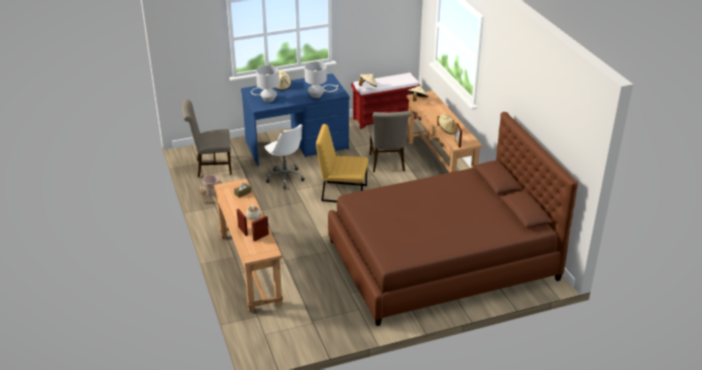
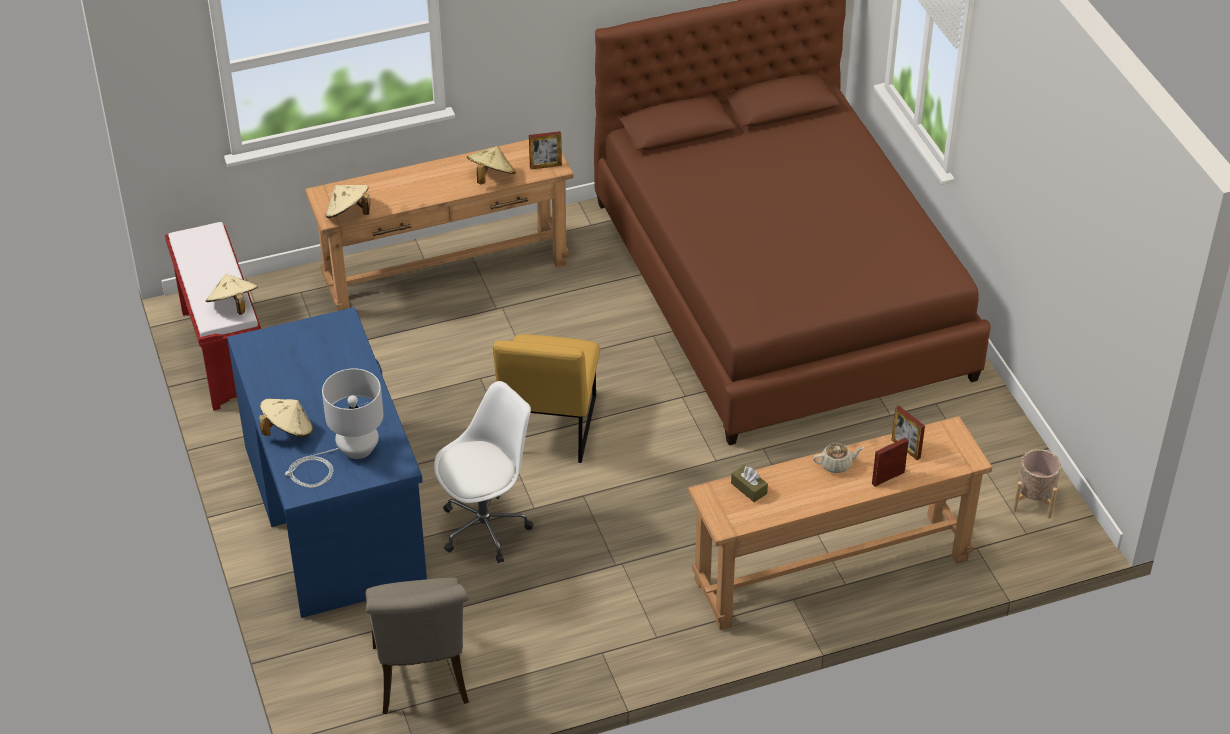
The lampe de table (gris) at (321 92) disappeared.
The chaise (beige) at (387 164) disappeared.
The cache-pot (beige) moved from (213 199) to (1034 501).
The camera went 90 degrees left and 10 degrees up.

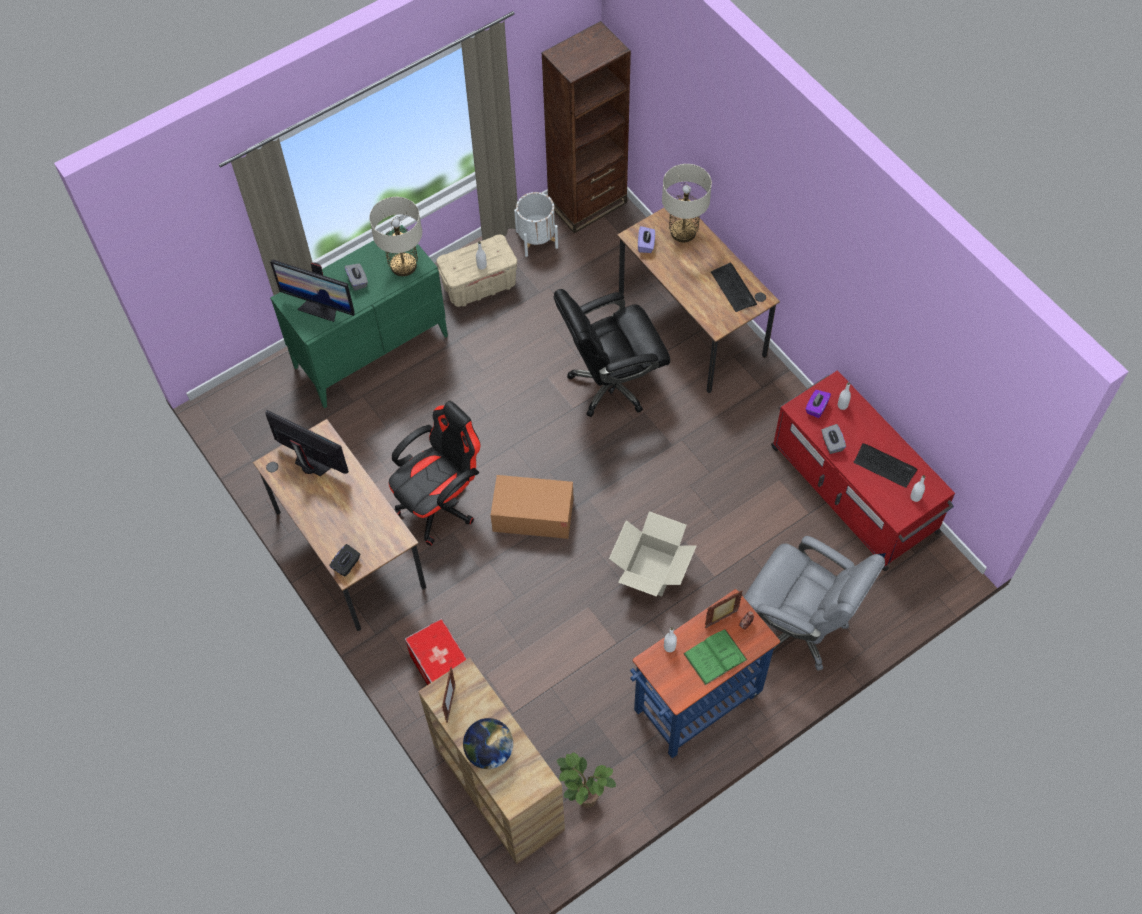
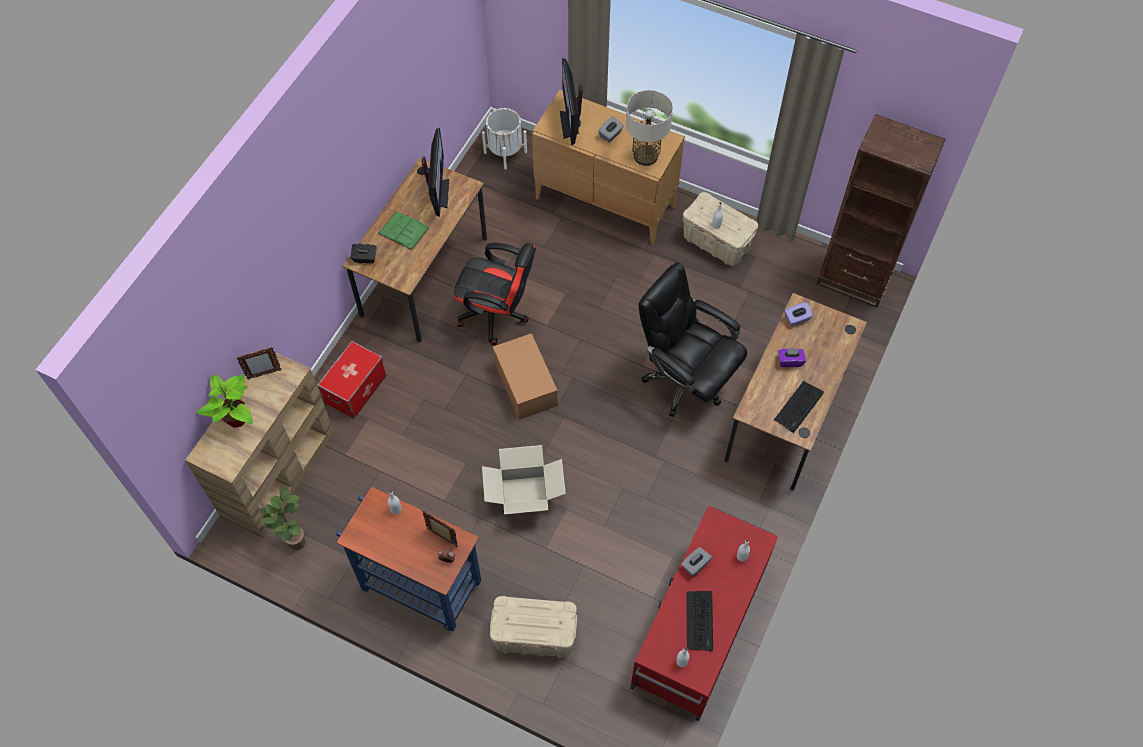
The lampe de table at (683 232) disappeared.
The cache-pot (blanc) moved from (537 239) to (505 152).
The meuble de rangement (vert) at (371 351) became the meuble de rangement (marron) at (605 202).
The boîte à mouchoirs (violet) moved from (816 408) to (790 361).
The chaise de bureau (gris) at (797 627) was replaced by the boîte de rangement (beige) at (534 636).
The livre (vert) moved from (715 657) to (403 231).
The globe at (489 751) was replaced by the plante en pot at (236 419).
The camera went 60 degrees right and 0 degrees up.

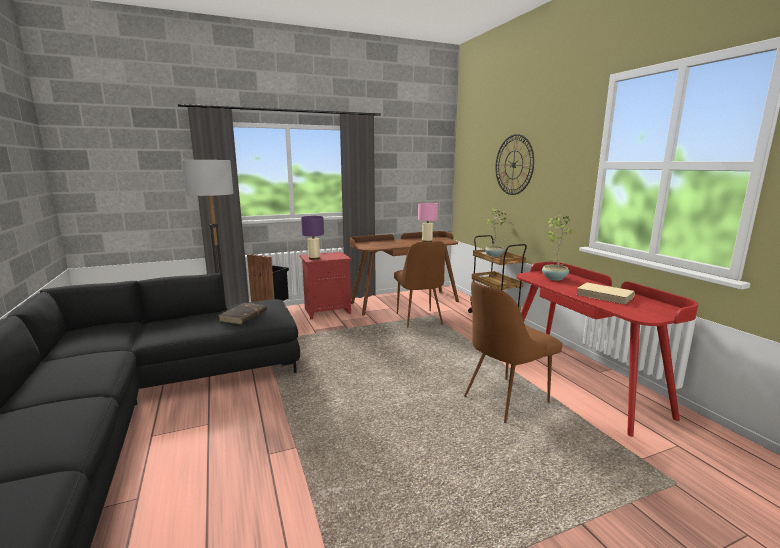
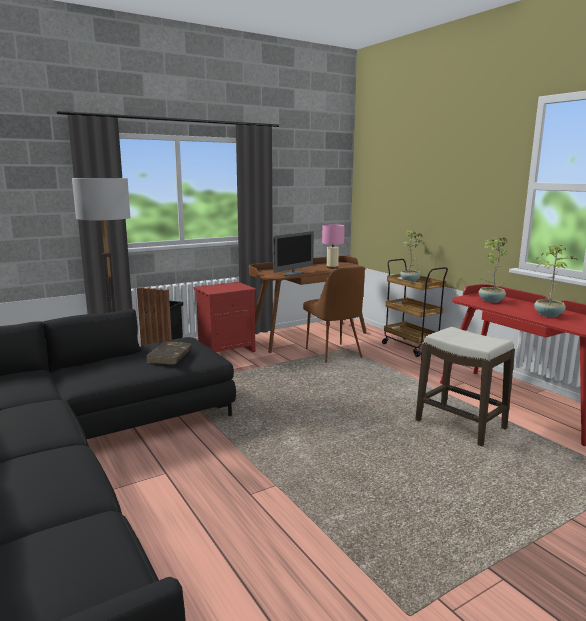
The horloge murale at (513 165) disappeared.
The lampe de table (violet) at (313 258) disappeared.
The chaise (marron) at (505 400) was replaced by the tabouret at (460 425).
The livre (beige) at (605 296) was replaced by the plante en pot at (548 315).
The écran d'ordinateur at (293 273) appeared.
The camera went 10 degrees left and 0 degrees up.

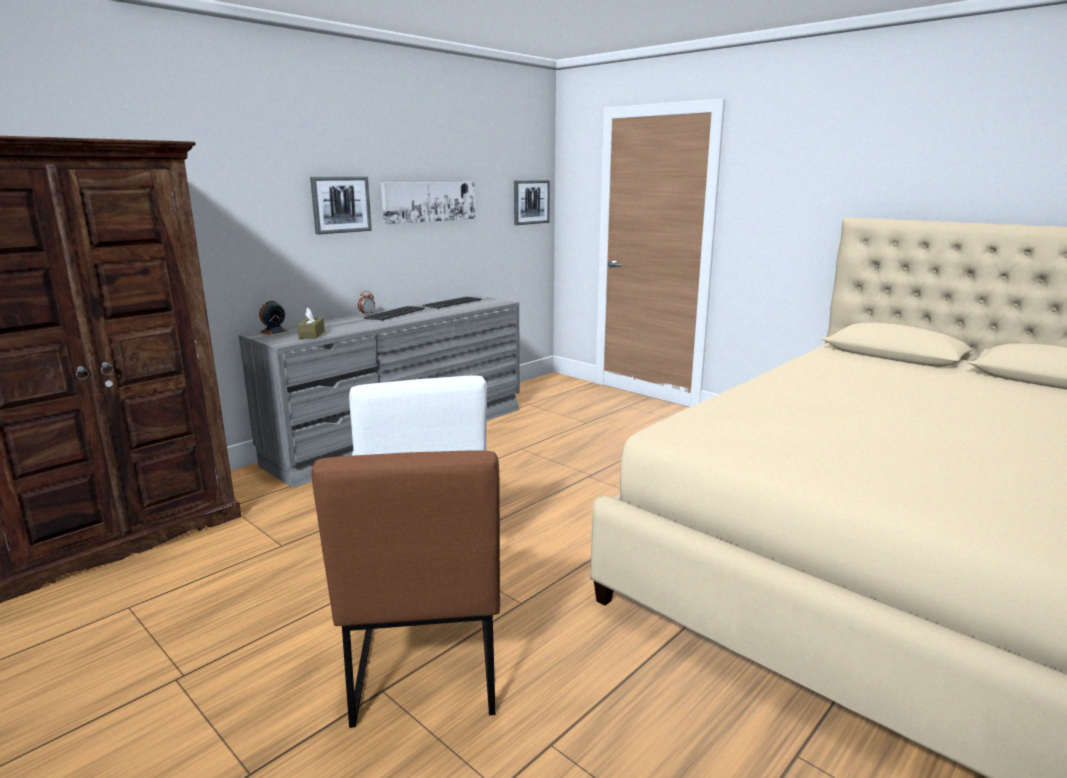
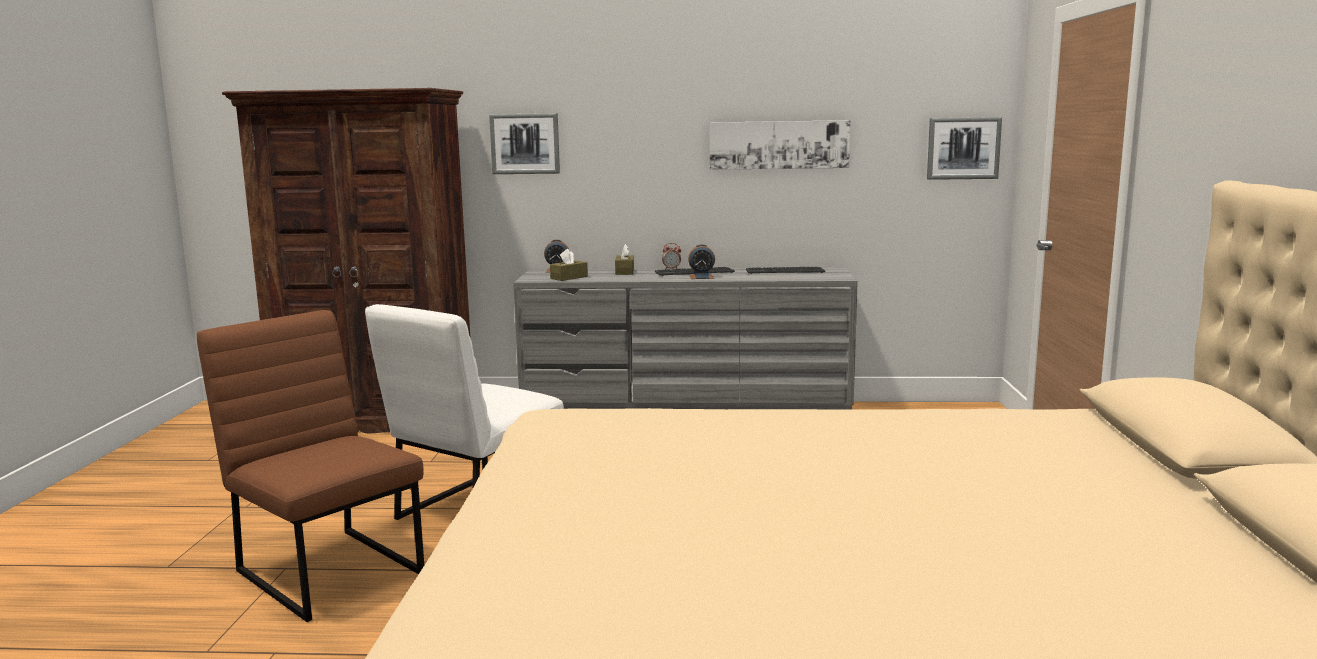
The tableau moved from (341 204) to (525 143).
The chaise (marron) at (424 666) turned 90 degrees clockwise.
The boîte à mouchoirs (marron) at (624 272) appeared.
The réveil at (701 277) appeared.
The camera went 50 degrees right and 5 degrees down.

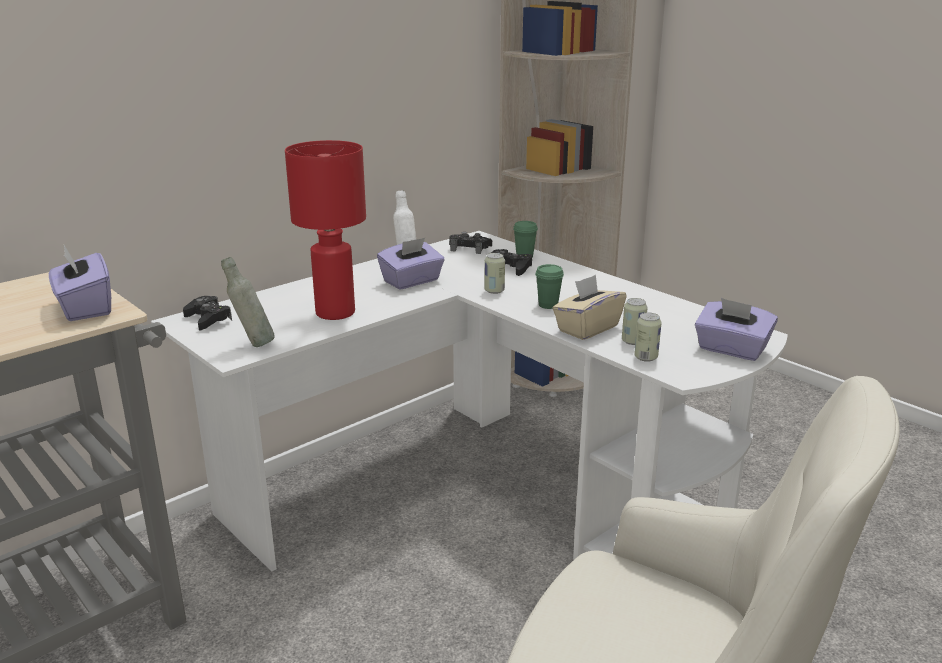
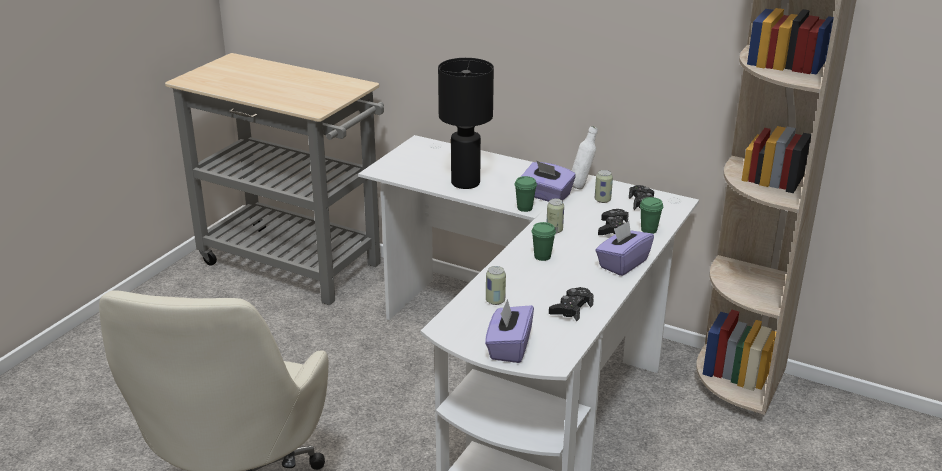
The lampe de table (rouge) at (336 313) became the lampe de table (noir) at (466 183).
The boîte à mouchoirs (violet) moved from (85 308) to (622 263).
The bouteille (gris) at (253 344) disappeared.
The boîte à mouchoirs (beige) at (587 328) disappeared.
The manette (noir) moved from (208 319) to (571 309).
The boîte métallique moved from (646 357) to (602 200).
The tasse (vert) at (524 208) appeared.
The camera went 70 degrees right and 5 degrees up.

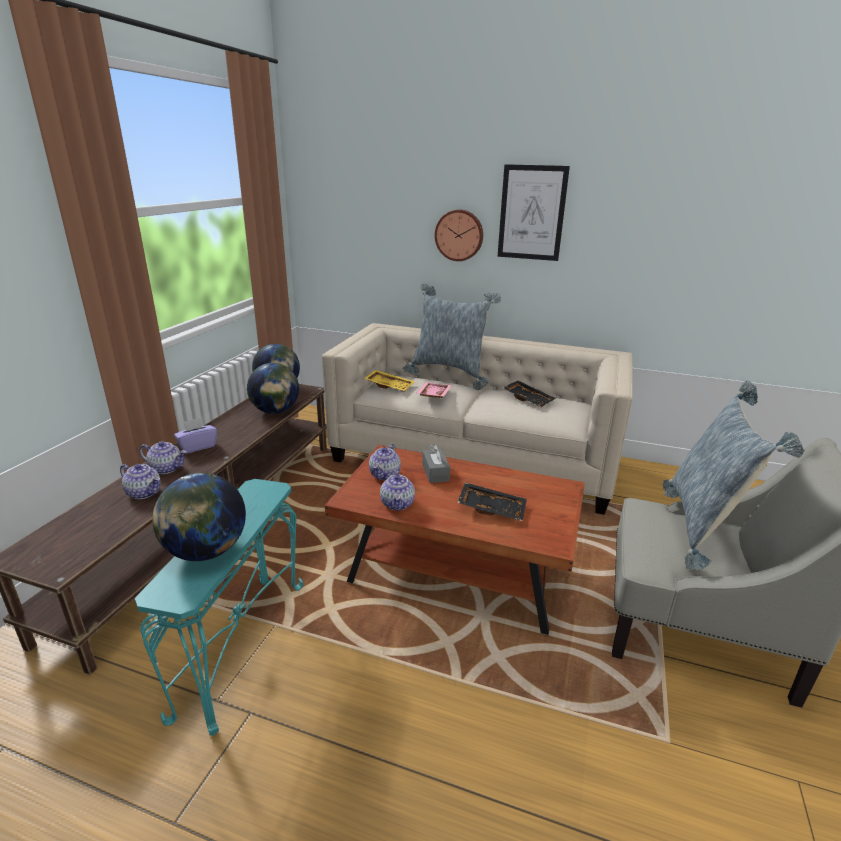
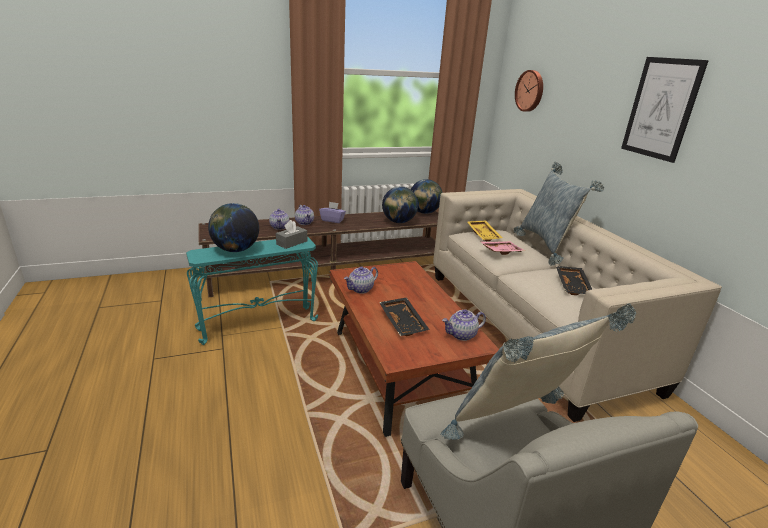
The horloge murale moved from (459 235) to (530 91).
The théière moved from (385 475) to (461 335).
The boîte à mouchoirs (gris) moved from (435 472) to (292 242).
The camera went 50 degrees right and 0 degrees up.

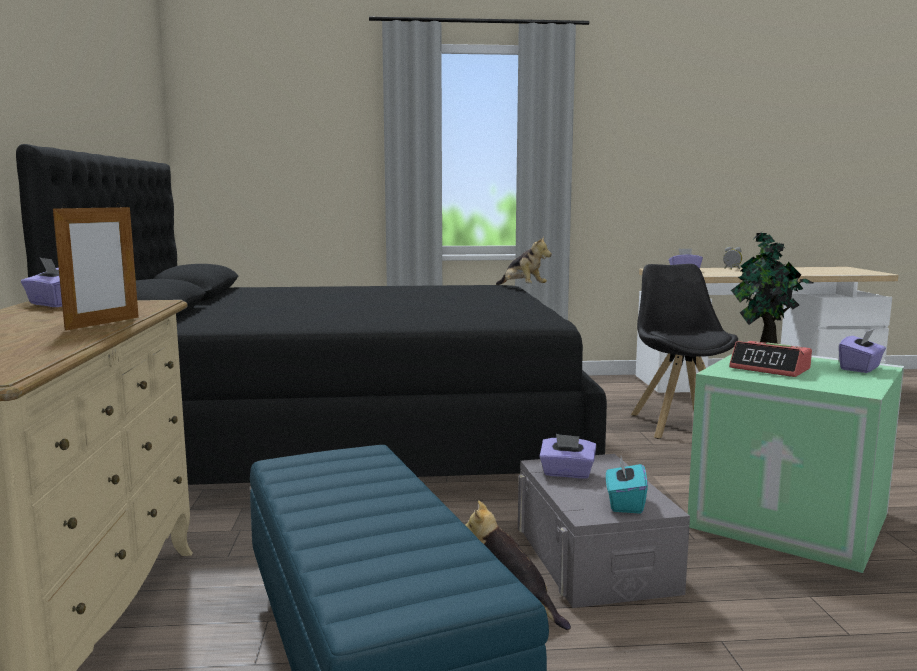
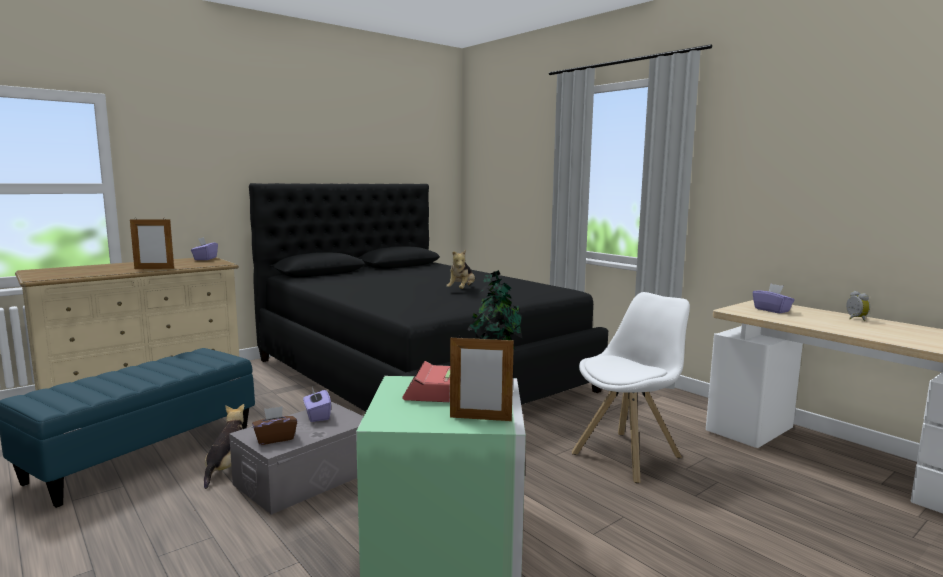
The peluche moved from (522 288) to (461 290).
The chaise (noir) at (679 424) became the chaise (blanc) at (627 455).
The boîte à mouchoirs (violet) at (860 368) was replaced by the cadre photo at (480 419).
The boîte à mouchoirs (turquoise) at (624 503) became the boîte à mouchoirs (marron) at (275 438).
The camera went 55 degrees right and 0 degrees up.

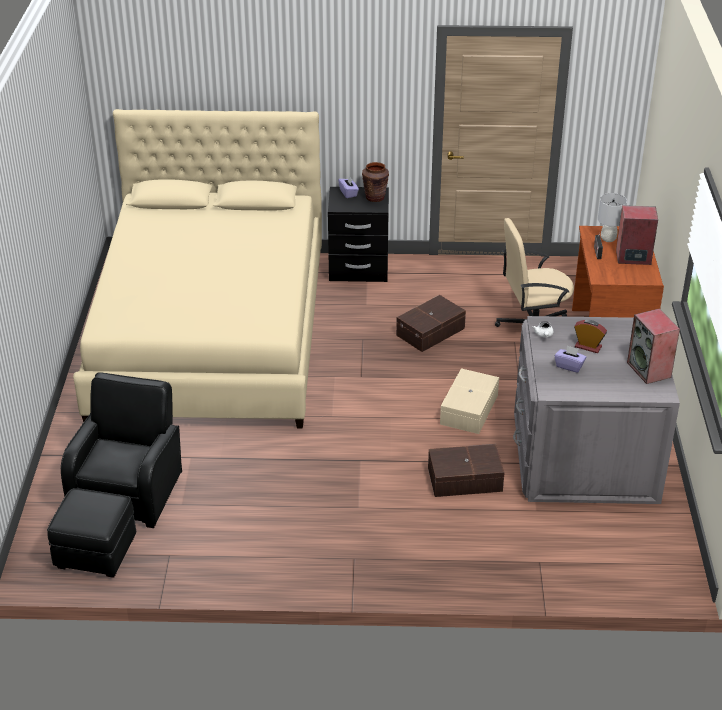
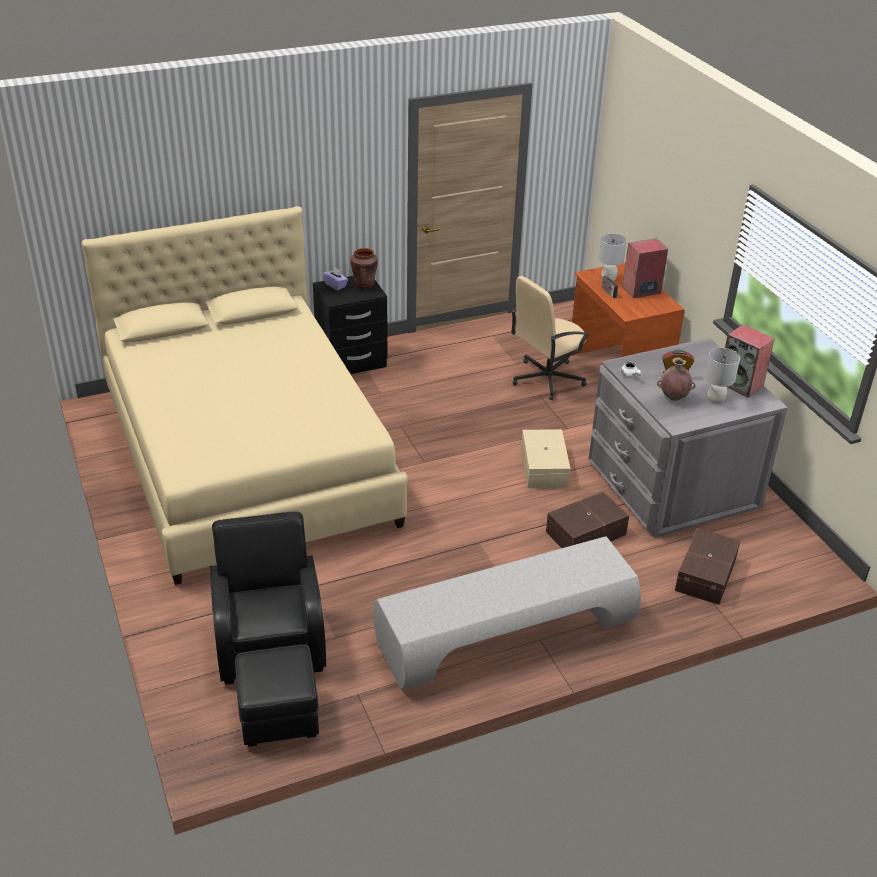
The boîte de rangement (marron) moved from (431 332) to (707 575).
The boîte à mouchoirs (violet) at (569 366) was replaced by the vase (marron) at (673 397).
The lampe de table (gris) at (716 400) appeared.
The banc (gris) at (505 632) appeared.
The camera went 25 degrees left and 0 degrees up.

